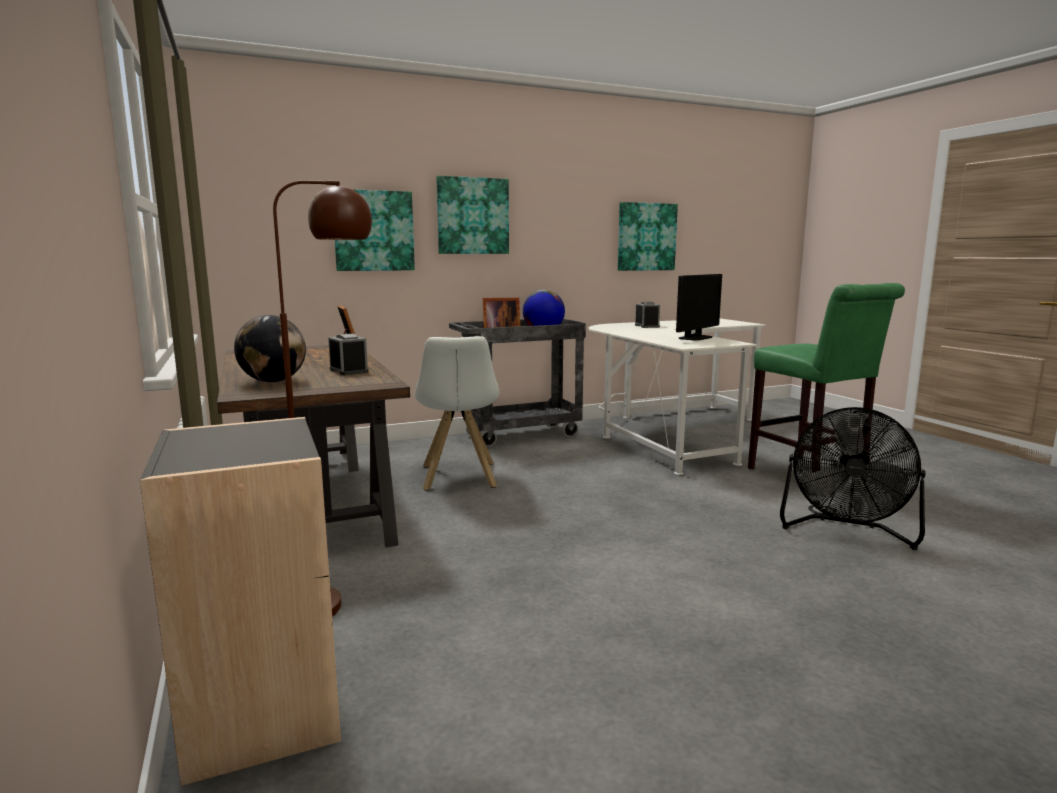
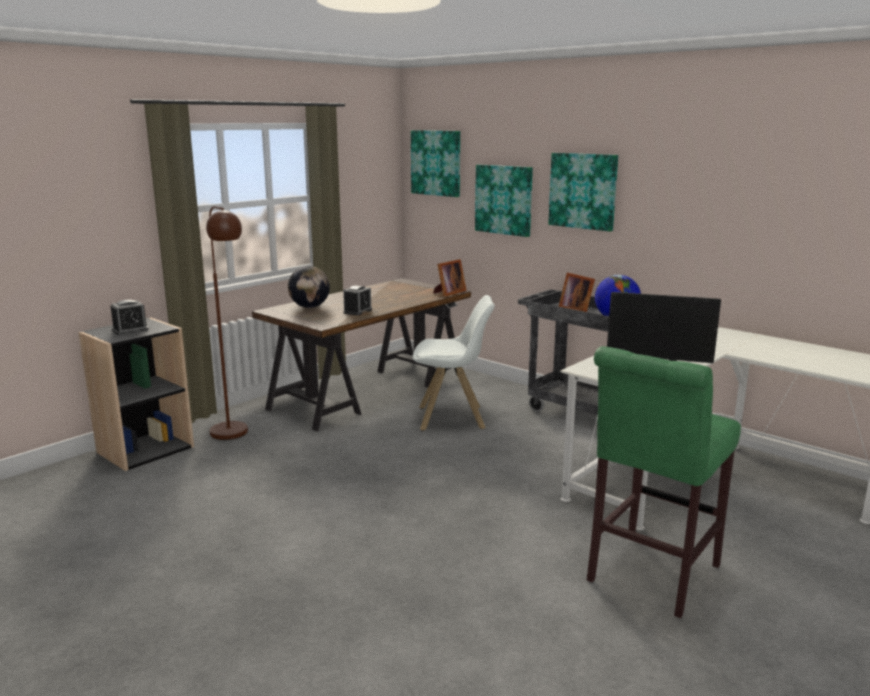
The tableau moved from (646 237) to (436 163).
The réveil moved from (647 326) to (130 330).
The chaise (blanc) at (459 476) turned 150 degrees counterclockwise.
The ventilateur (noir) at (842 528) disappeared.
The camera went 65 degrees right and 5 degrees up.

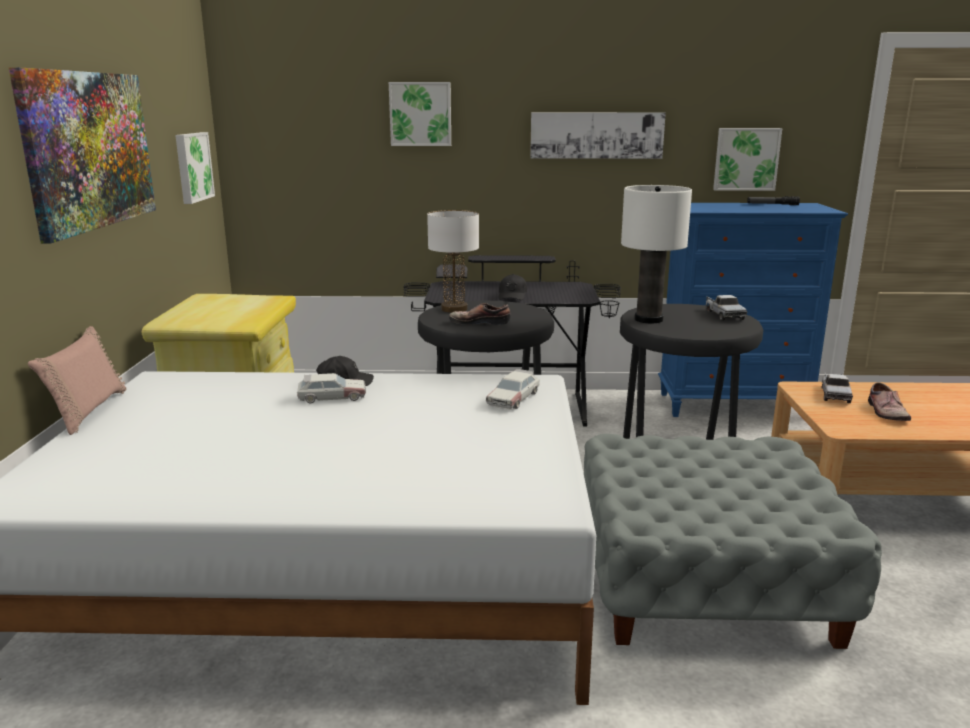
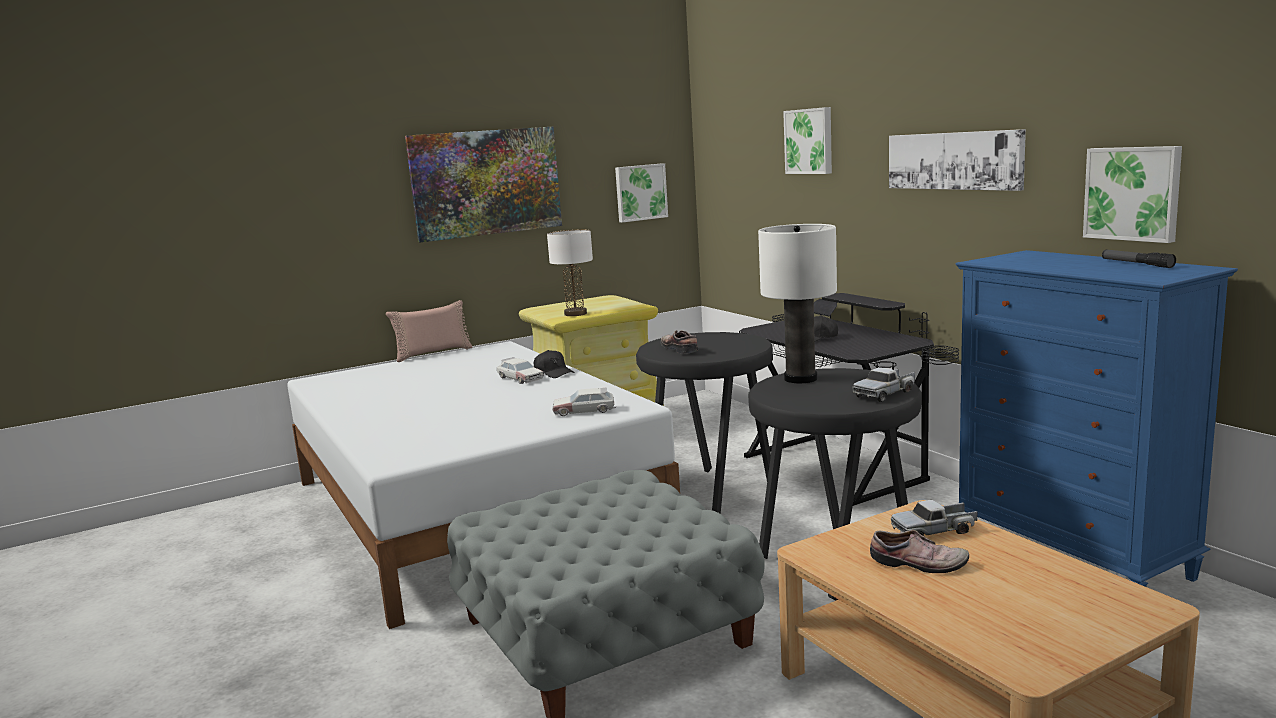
The lampe de table moved from (454 309) to (575 314).
The chaussure at (885 412) turned 135 degrees counterclockwise.
The camera went 60 degrees right and 5 degrees down.

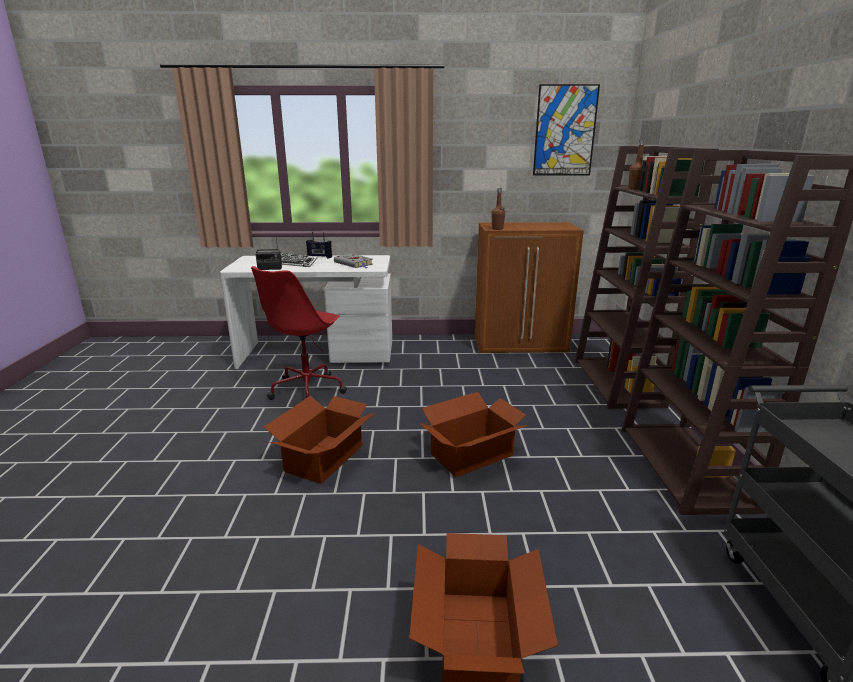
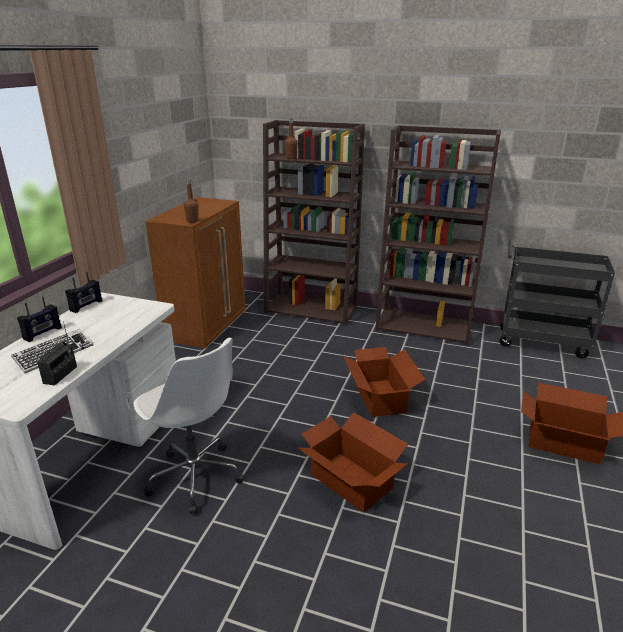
The tableau at (565 131) disappeared.
The livre (gris) at (354 264) disappeared.
The chaise de bureau (rouge) at (306 391) became the chaise de bureau (blanc) at (197 479).
The radio at (86 306) appeared.
The camera went 70 degrees left and 5 degrees up.

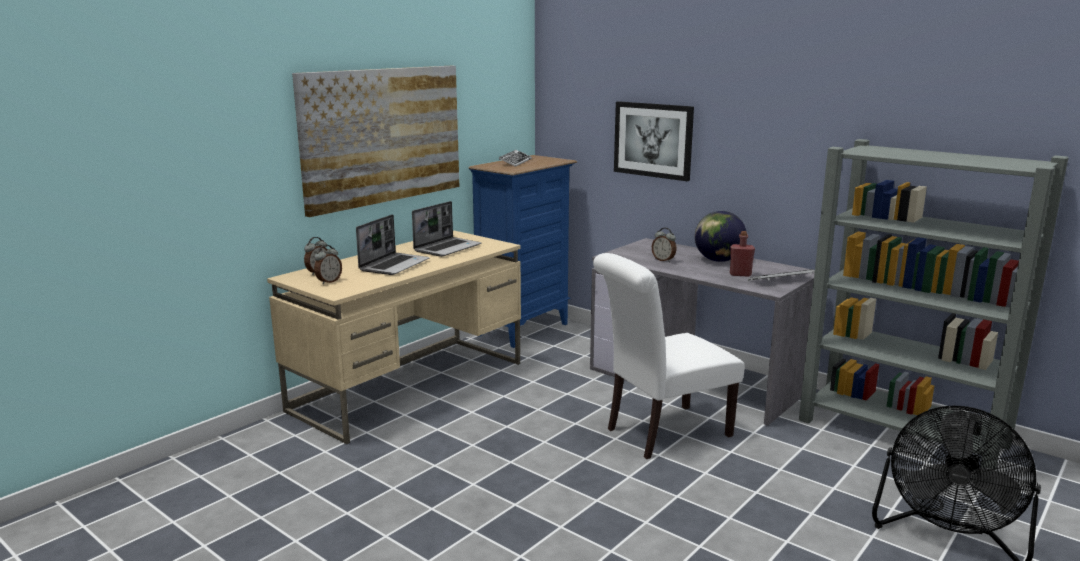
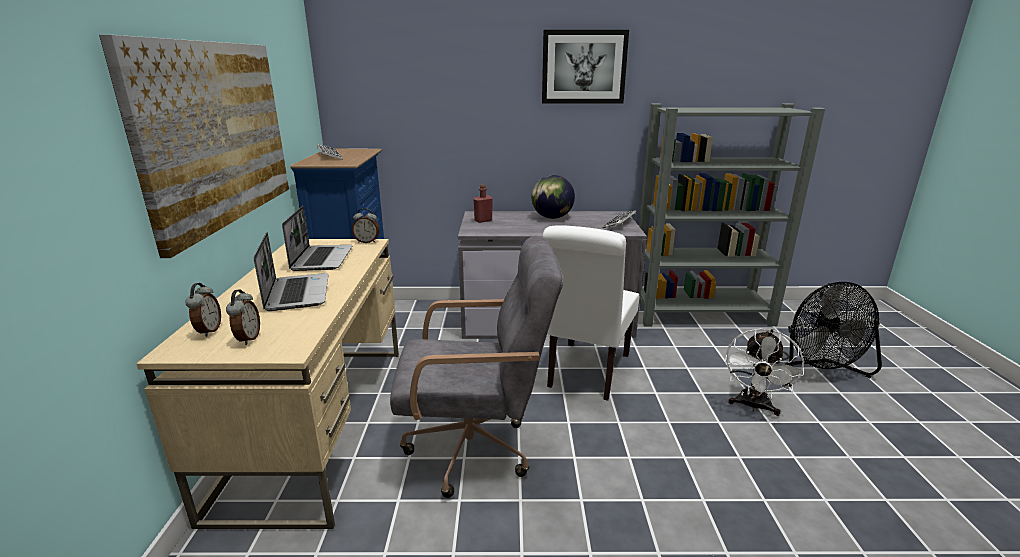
The tableau moved from (653 140) to (584 67).
The réveil moved from (663 260) to (367 242).
The bouteille (rouge) moved from (740 274) to (483 220).
The chaise de bureau (gris) at (477 451) appeared.
The ventilateur (blanc) at (753 406) appeared.
The camera went 40 degrees left and 5 degrees up.

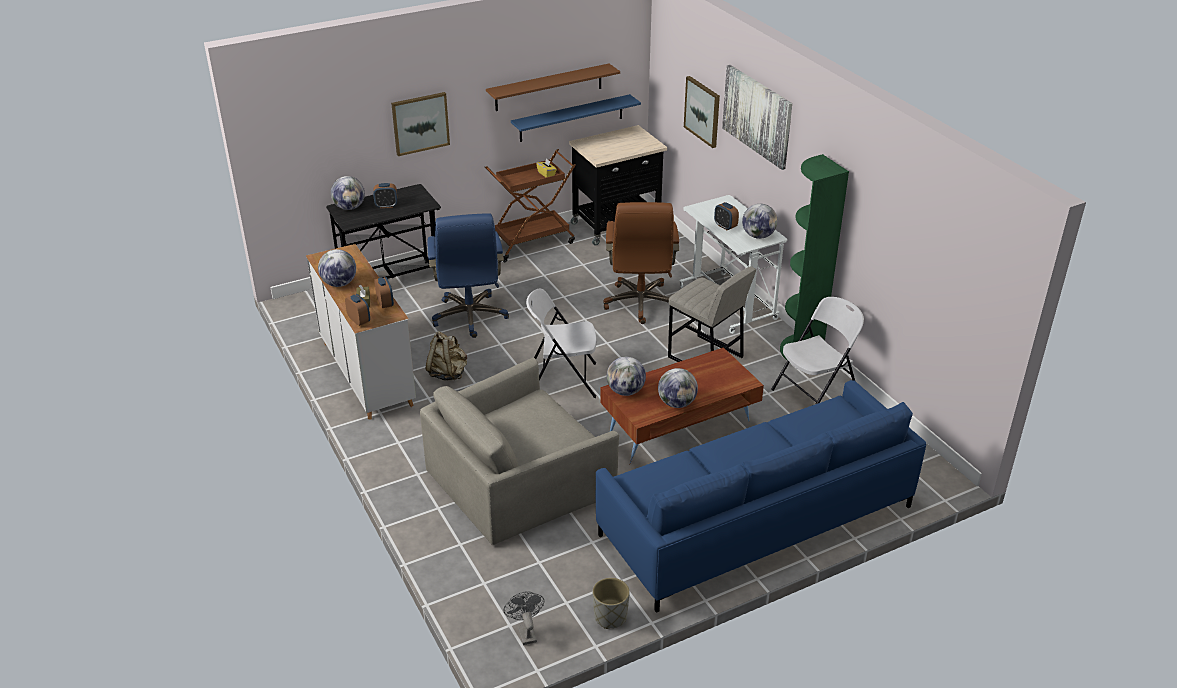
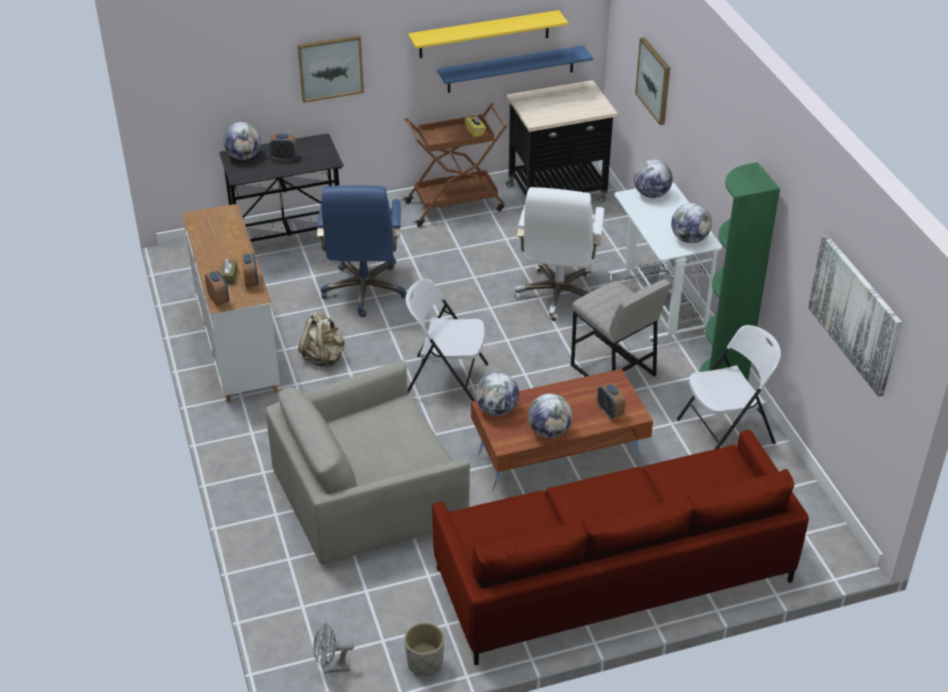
The étagère (marron) at (549 87) became the étagère (jaune) at (484 34).
The tableau moved from (757 116) to (854 313).
The chaise de bureau (marron) at (640 301) became the chaise de bureau (blanc) at (558 292).
The réveil moved from (725 226) to (609 412).
The globe moved from (339 284) to (651 194).
The canapé (bleu) at (755 520) became the canapé (rouge) at (612 574).
The ventilateur (gris) at (525 632) turned 90 degrees counterclockwise.
The camera went 10 degrees right and 5 degrees up.

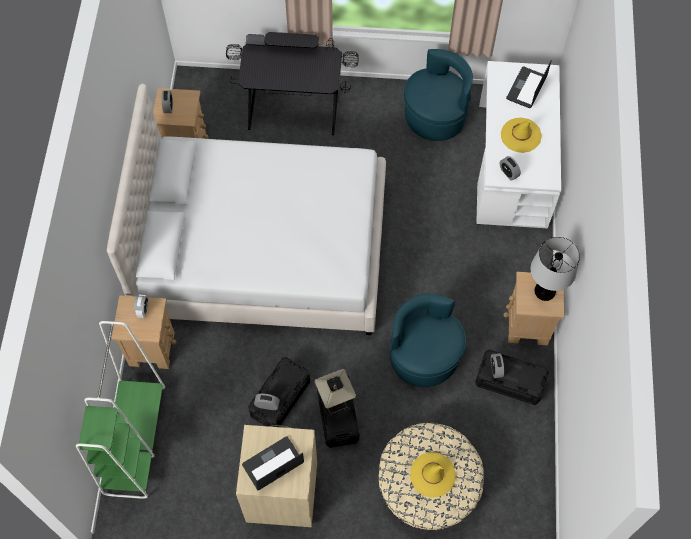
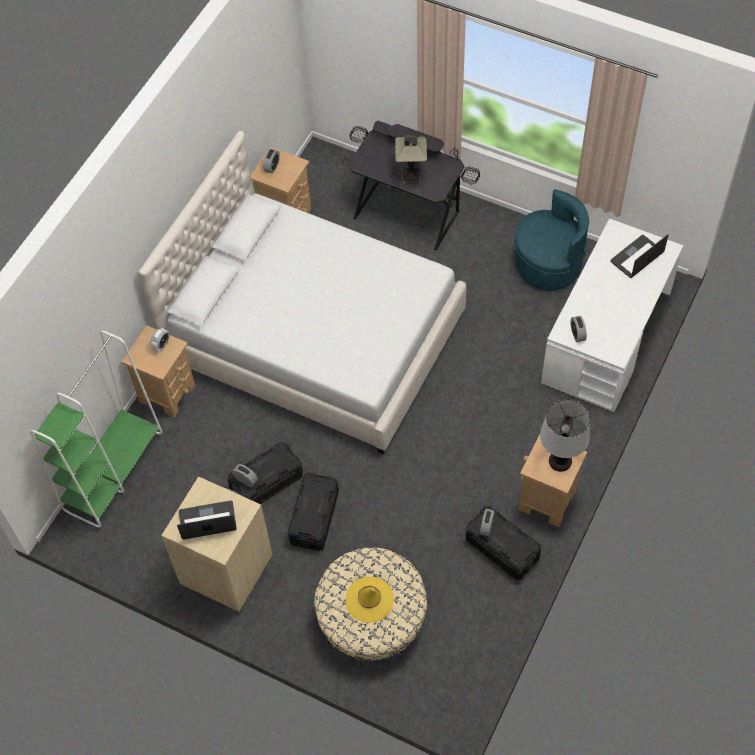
The chapeau (jaune) at (520 135) disappeared.
The fauteuil (turquoise) at (425 357) disappeared.
The lampe de table moved from (335 403) to (411 176).
The camera went 25 degrees right and 5 degrees down.

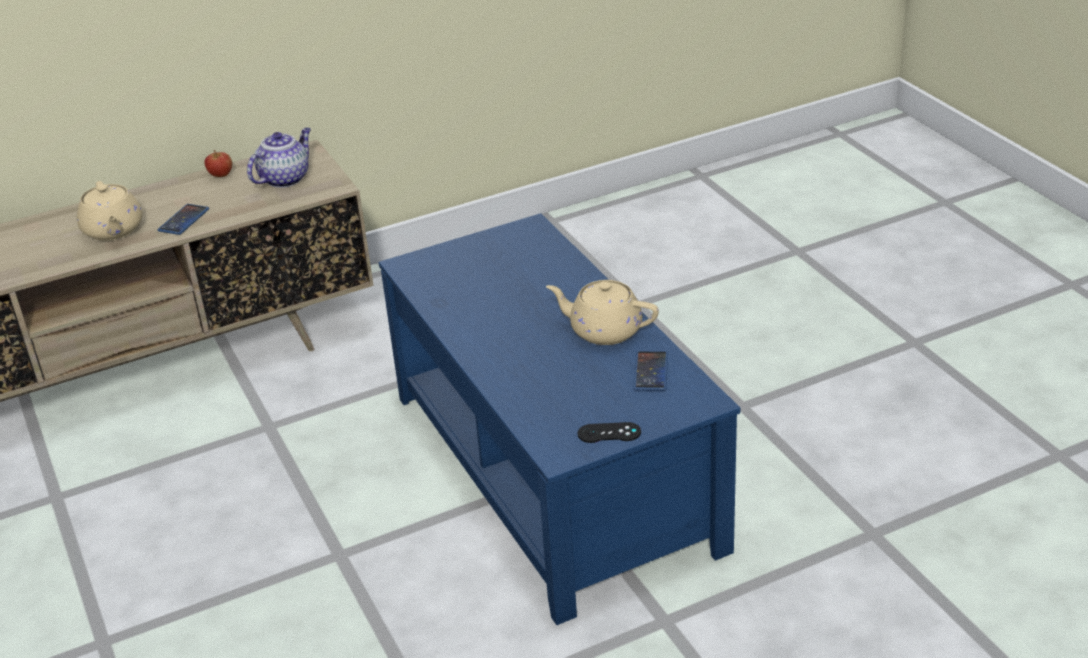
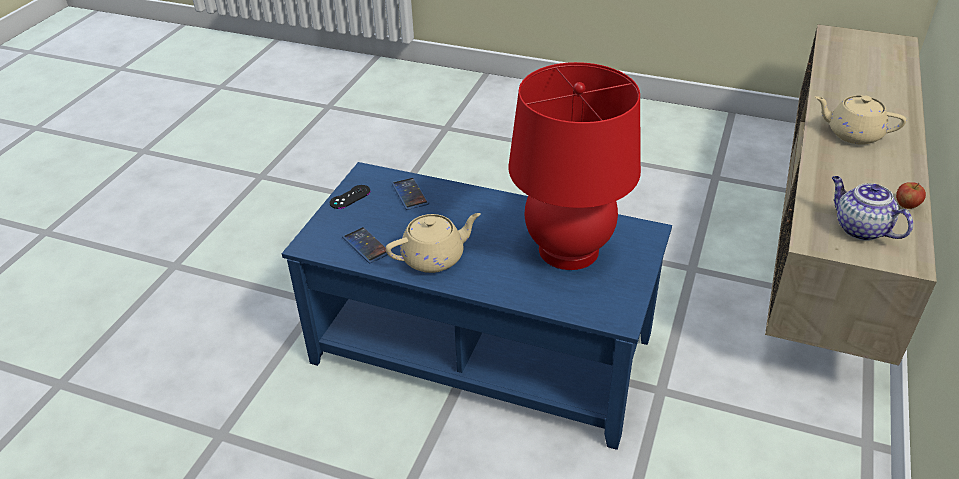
The théière at (285 178) turned 150 degrees clockwise.
The téléphone moved from (183 220) to (410 194).
The lampe de table (rouge) at (568 250) appeared.
The camera went 135 degrees right and 5 degrees up.

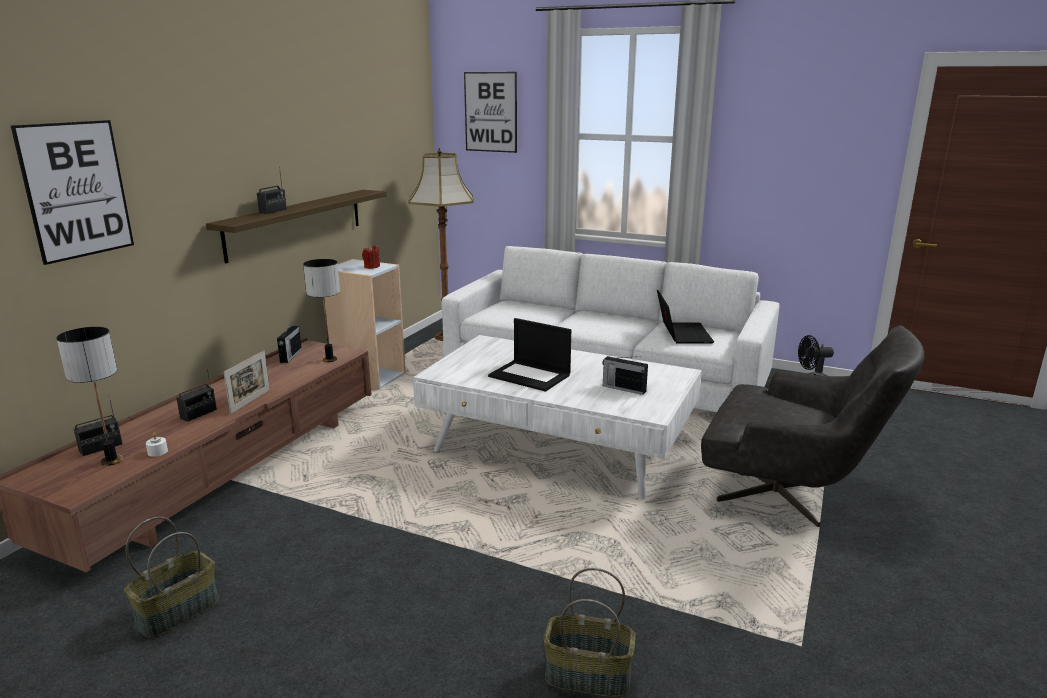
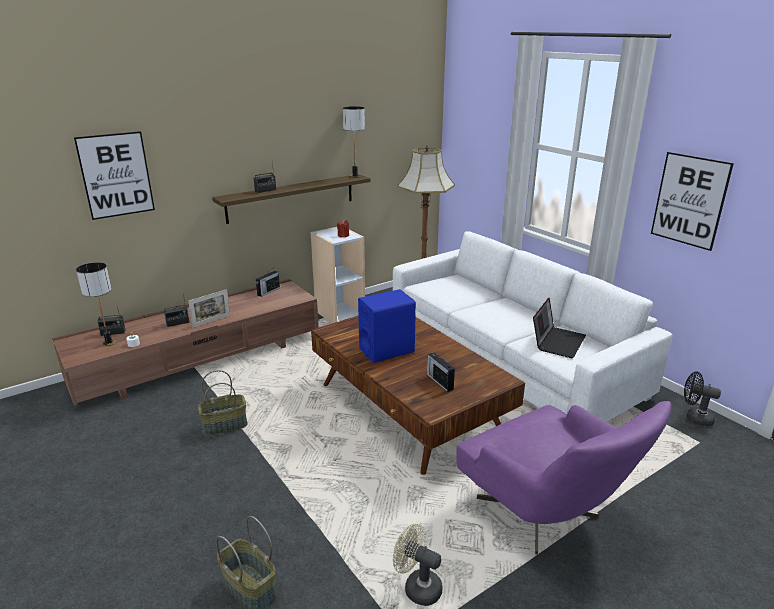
The tableau moved from (490 112) to (689 200).
The lampe de table moved from (330 359) to (355 176).
The ordinateur portable at (530 376) was replaced by the enceinte (bleu) at (387 350).
The fauteuil (gris) at (792 495) became the fauteuil (violet) at (546 517).
The table basse (blanc) at (557 446) became the table basse (marron) at (407 408).
The panier moved from (178 611) to (225 425).
The ventilateur (beige) at (417 587) appeared.
The camera went 30 degrees right and 5 degrees up.

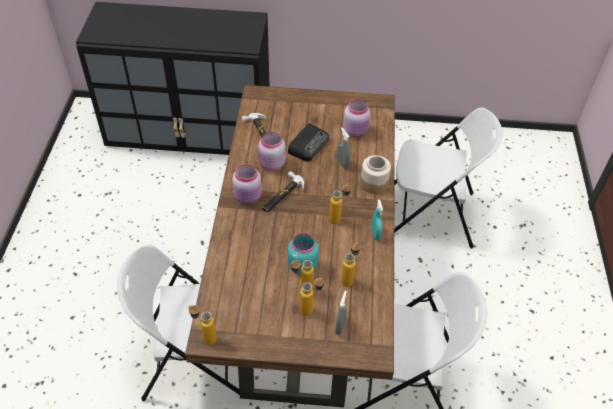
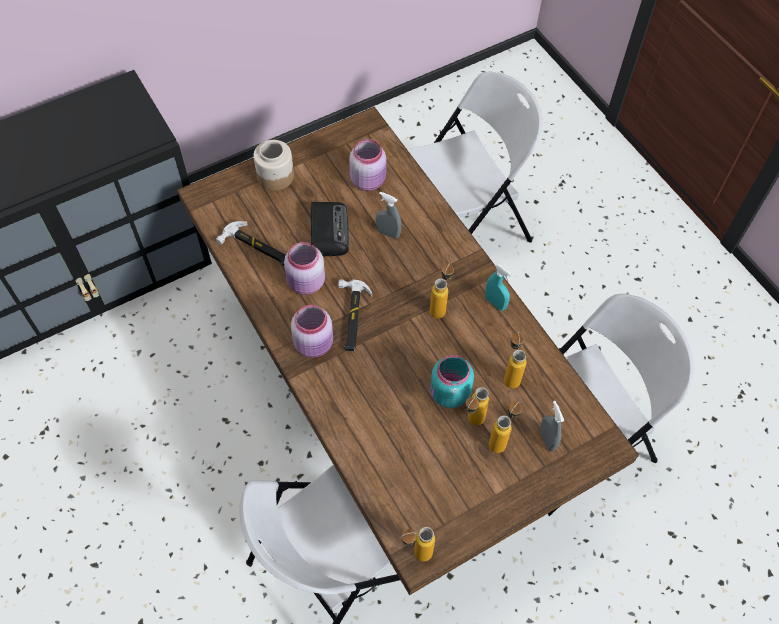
The bocal moved from (373 183) to (275 176).
The camera went 35 degrees left and 10 degrees up.

